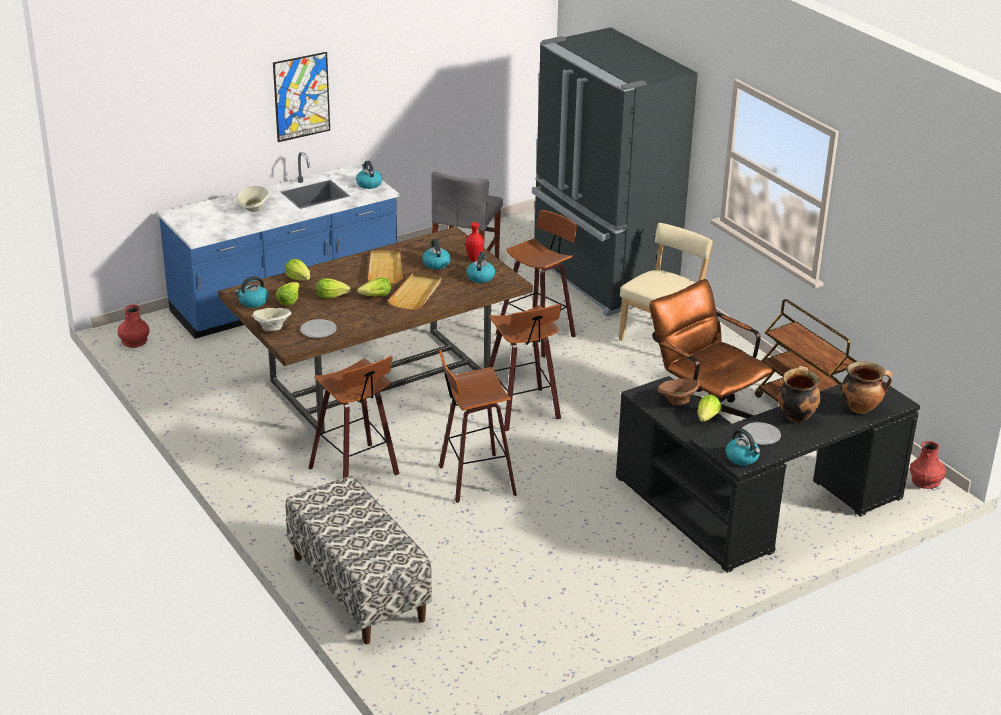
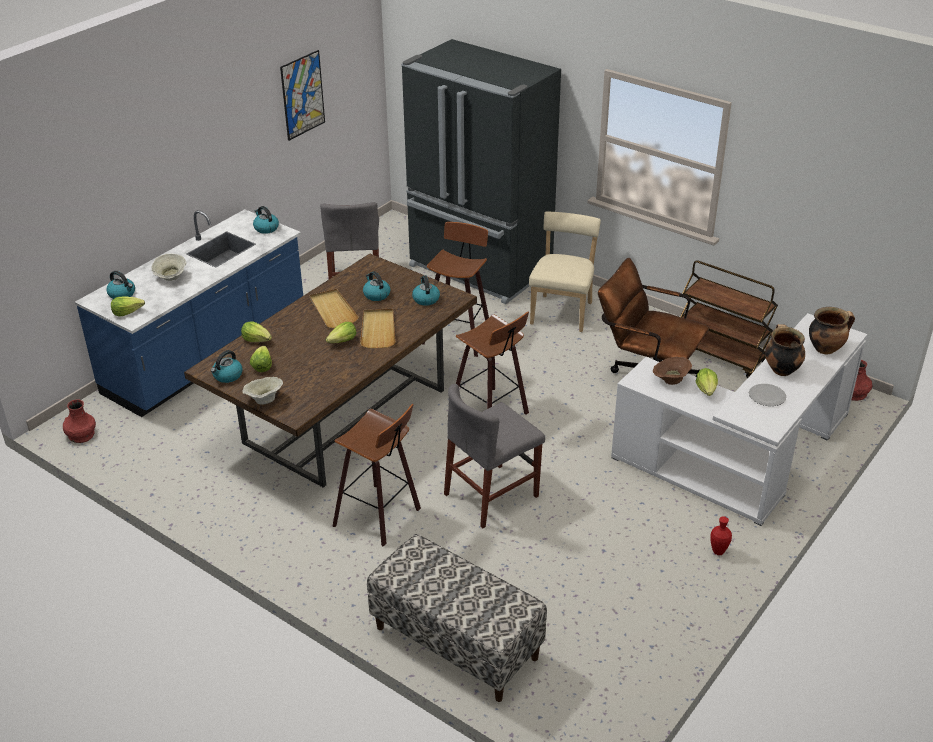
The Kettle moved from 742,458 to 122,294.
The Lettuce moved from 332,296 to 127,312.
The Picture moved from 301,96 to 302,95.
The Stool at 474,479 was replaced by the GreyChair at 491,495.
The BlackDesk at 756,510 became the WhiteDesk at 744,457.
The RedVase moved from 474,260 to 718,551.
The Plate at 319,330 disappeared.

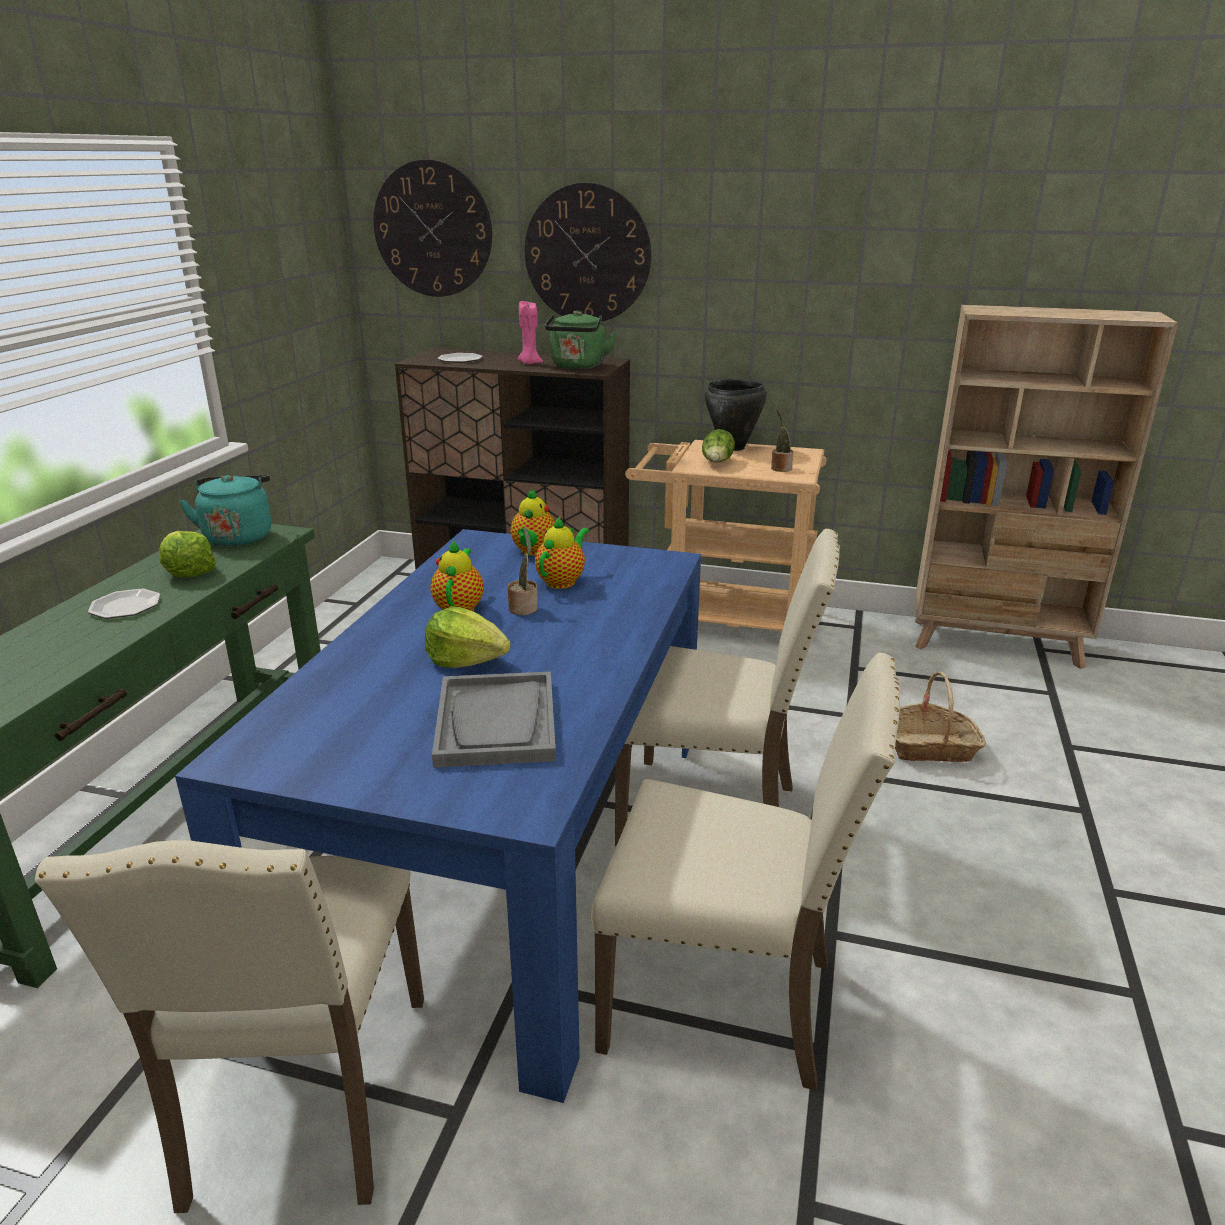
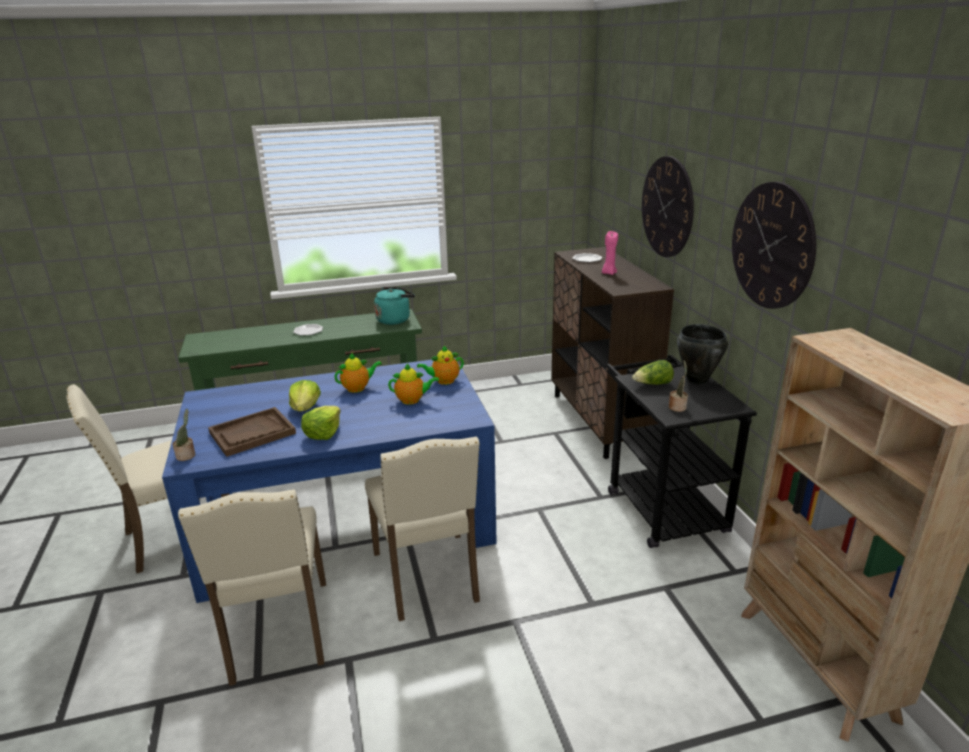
The PottedPlant moved from 524,608 to 187,455.
The GreyTray at 496,722 became the BrownTray at 252,433.
The Lettuce moved from 188,571 to 323,433.
The BeigeCart at 722,620 became the BlackCart at 660,505.
The WallClock moved from 433,229 to 772,246.
The GreenKettle at 578,366 disappeared.
The Basket at 930,747 disappeared.

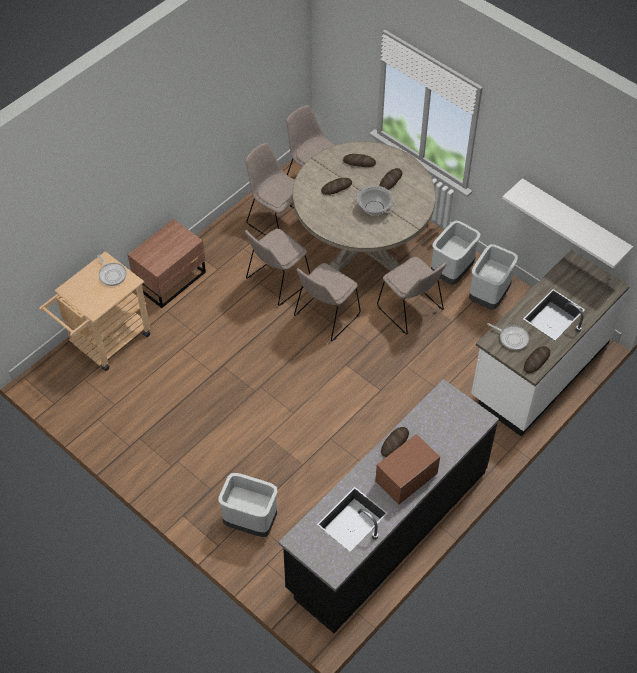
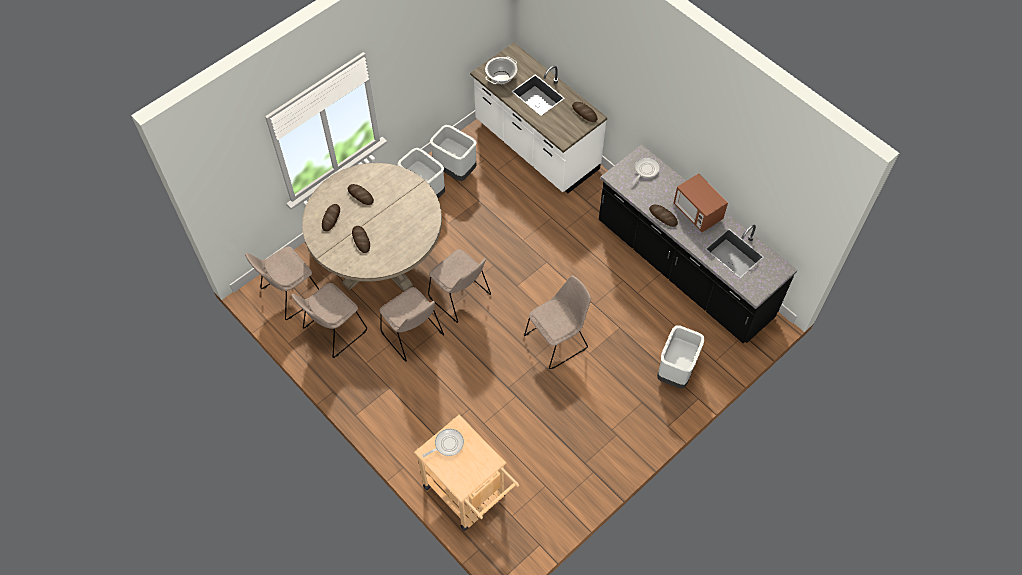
The CookingPot moved from 374,208 to 501,77.
The BeigeChair moved from 411,310 to 557,340.
The FryingPan moved from 512,338 to 645,170.
The BrownNightstand at 171,279 disappeared.
The WhiteShelf at 574,220 disappeared.

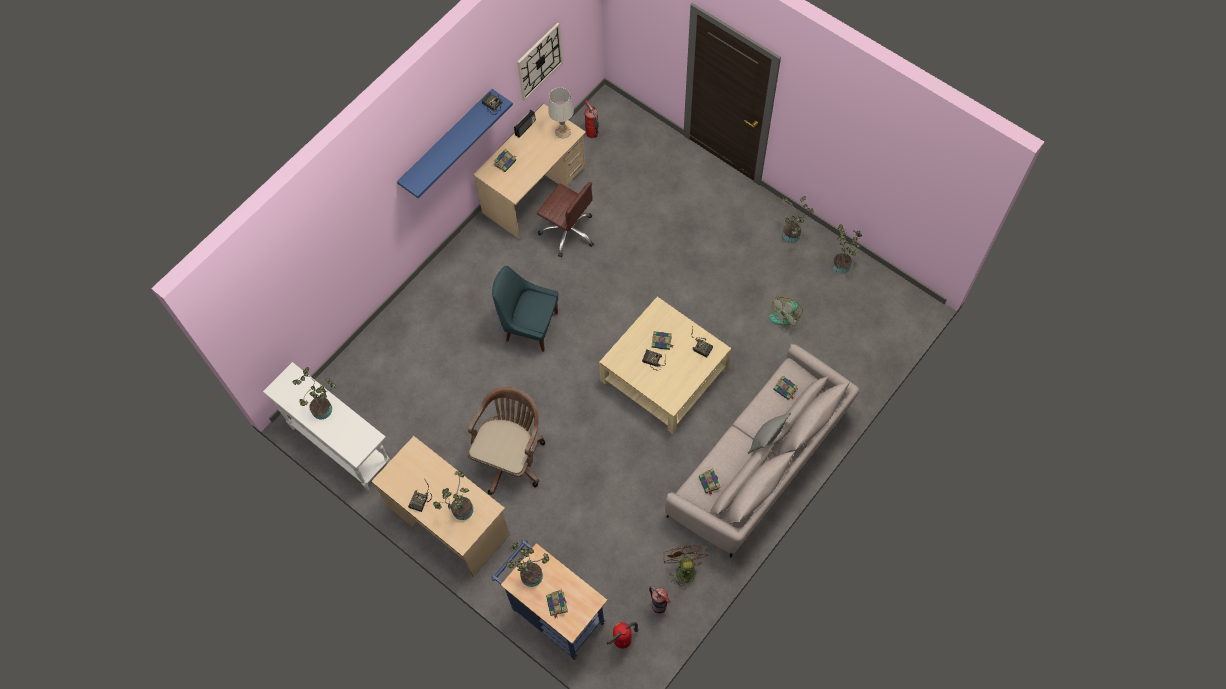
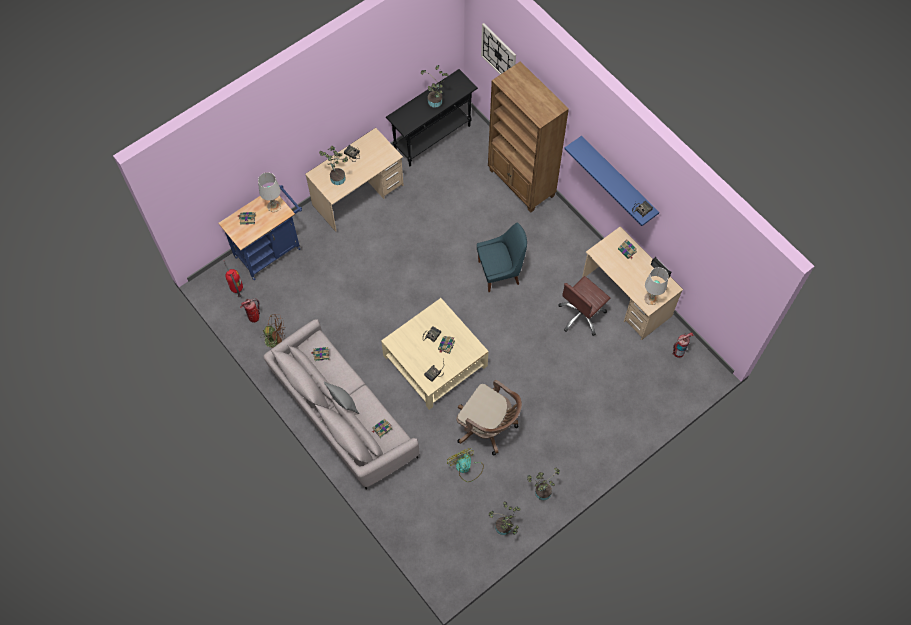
The PottedPlant at 530,574 was replaced by the WhiteTableLamp at 274,206.
The WhiteConsoleTable at 341,446 became the BlackConsoleTable at 433,138.
The BrownOfficeChair moved from 510,456 to 488,427.
The BlueChair at 529,326 turned 45 degrees clockwise.
The WallClock moved from 539,61 to 499,54.
The BrownBookcase at 521,183 appeared.

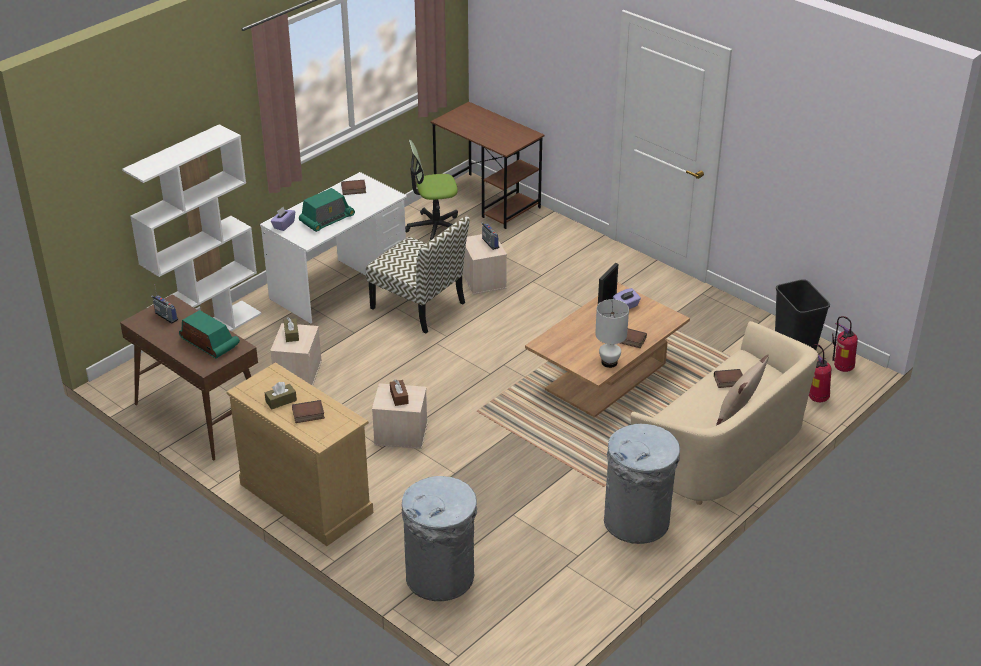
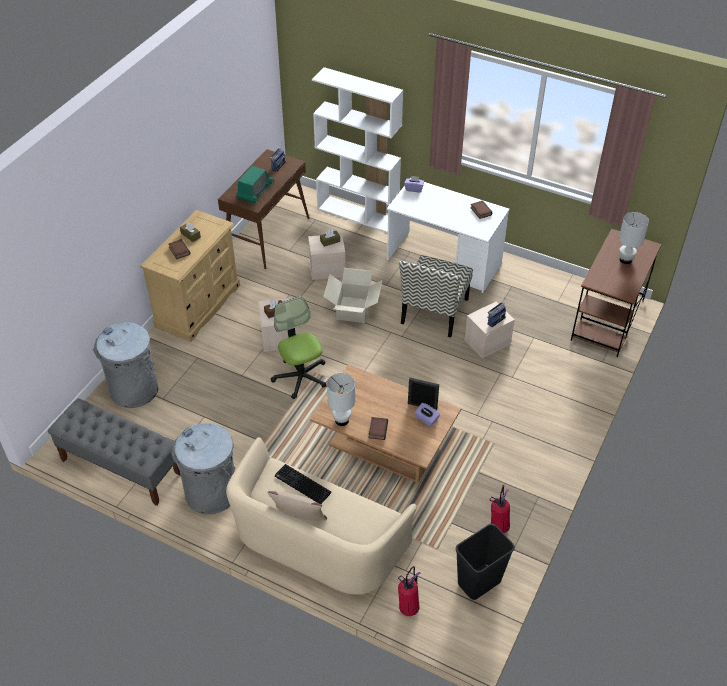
The GreyBench at 121,467 appeared.
The OfficeChair moved from 434,228 to 301,377.
The Keyboard at 301,485 appeared.
The CardboardBox at 353,309 appeared.
The FireExtinguisher moved from 841,368 to 498,526.
The WhiteTableLamp at 625,259 appeared.
The Radio at 327,220 disappeared.
The Book at 728,381 disappeared.

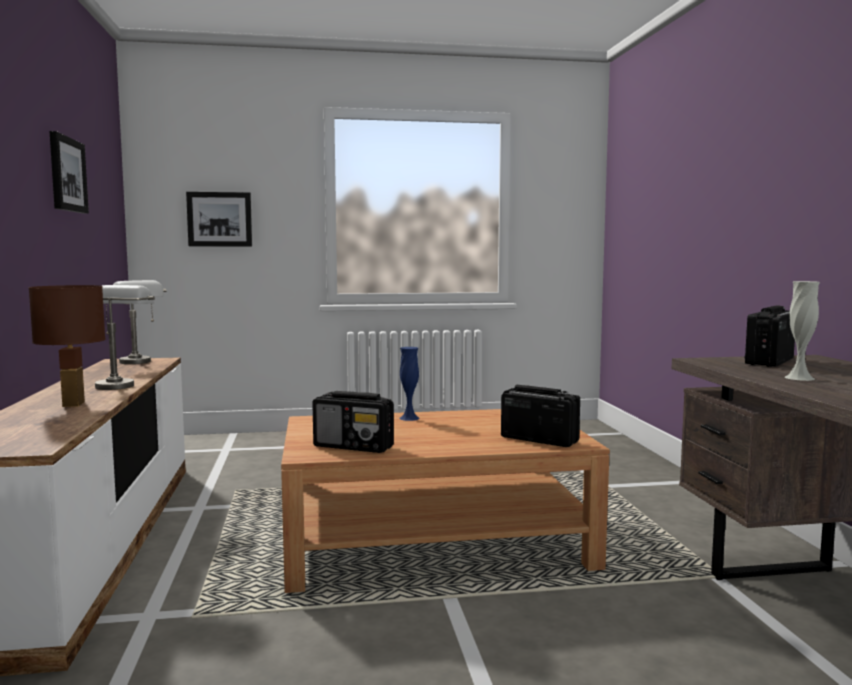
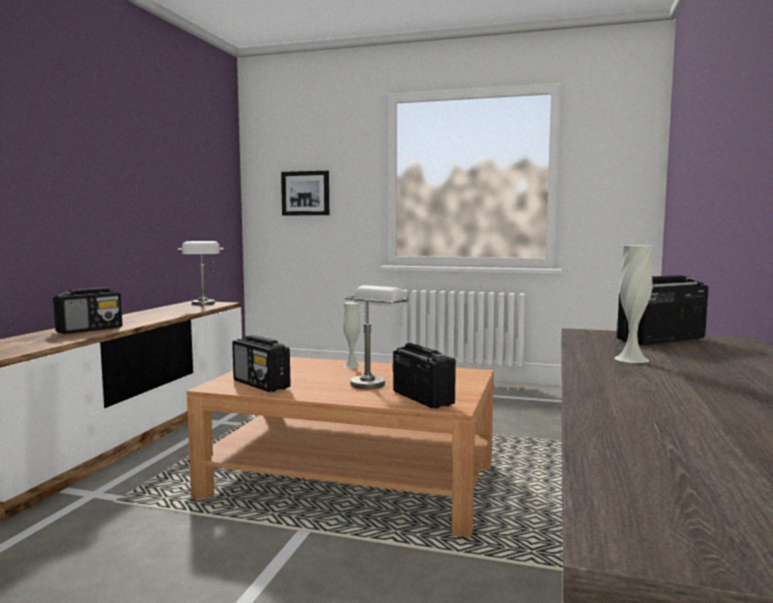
The BrownTableLamp at 73,404 was replaced by the Radio at 90,330.
The BlueVase at 409,418 became the WhiteVase at 352,366.
The GreyTableLamp moved from 121,384 to 374,382.
The Picture at 67,174 disappeared.

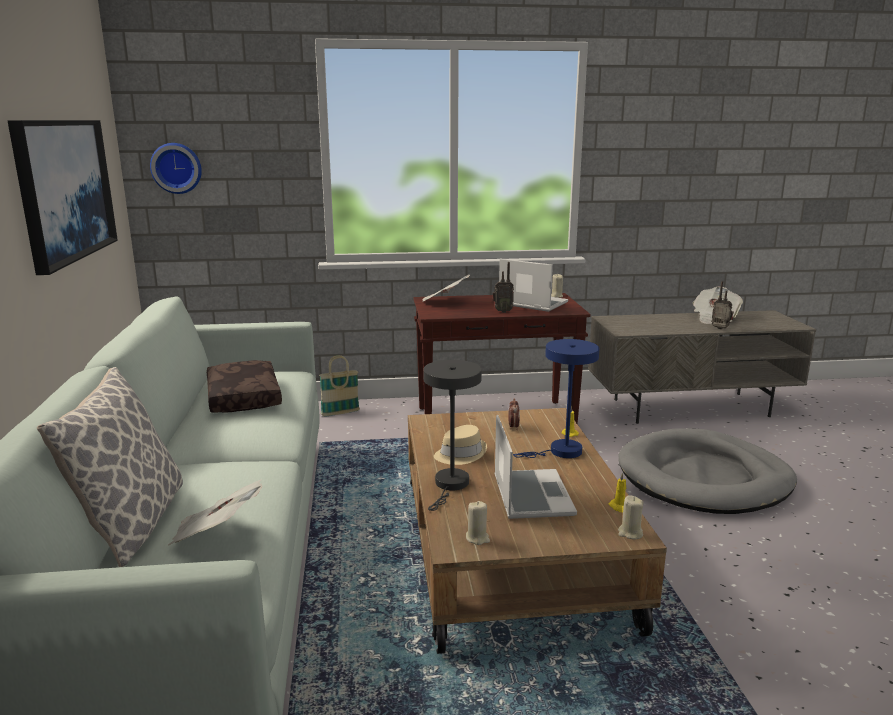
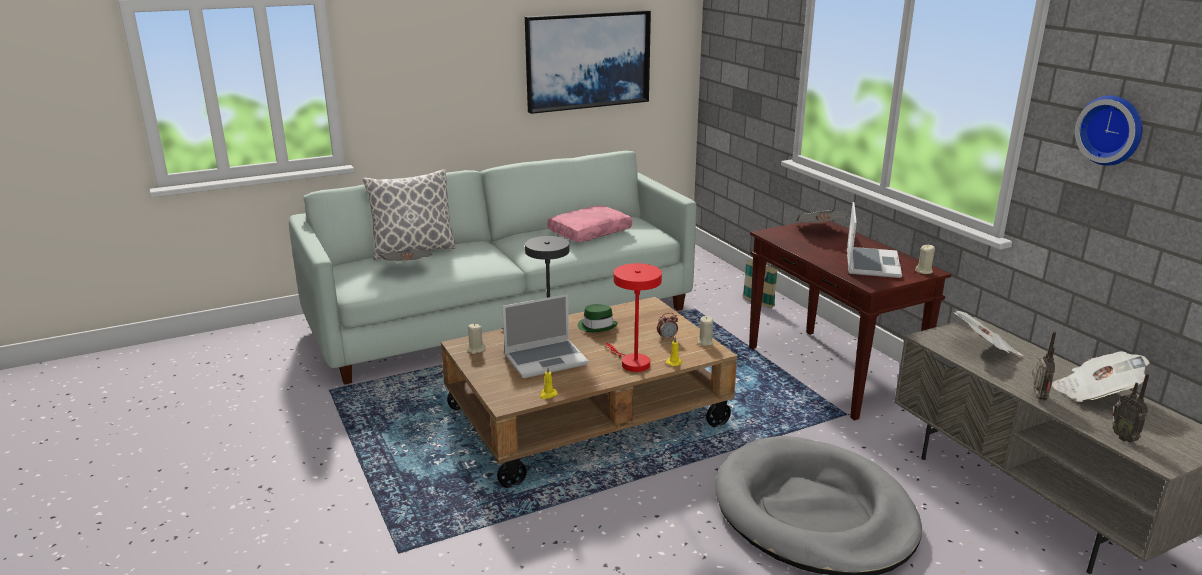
The BrownPillow at 242,397 became the PinkPillow at 589,232.
The BeigeHat at 460,454 became the GreenHat at 597,326.
The BlueTableLamp at 560,452 became the RedTableLamp at 632,363.
The BeigeCandle moved from 630,533 to 705,342.
The Newspaper at 984,350 appeared.
The WallClock moved from 177,168 to 1112,130.
The Radio moved from 502,311 to 1125,438.

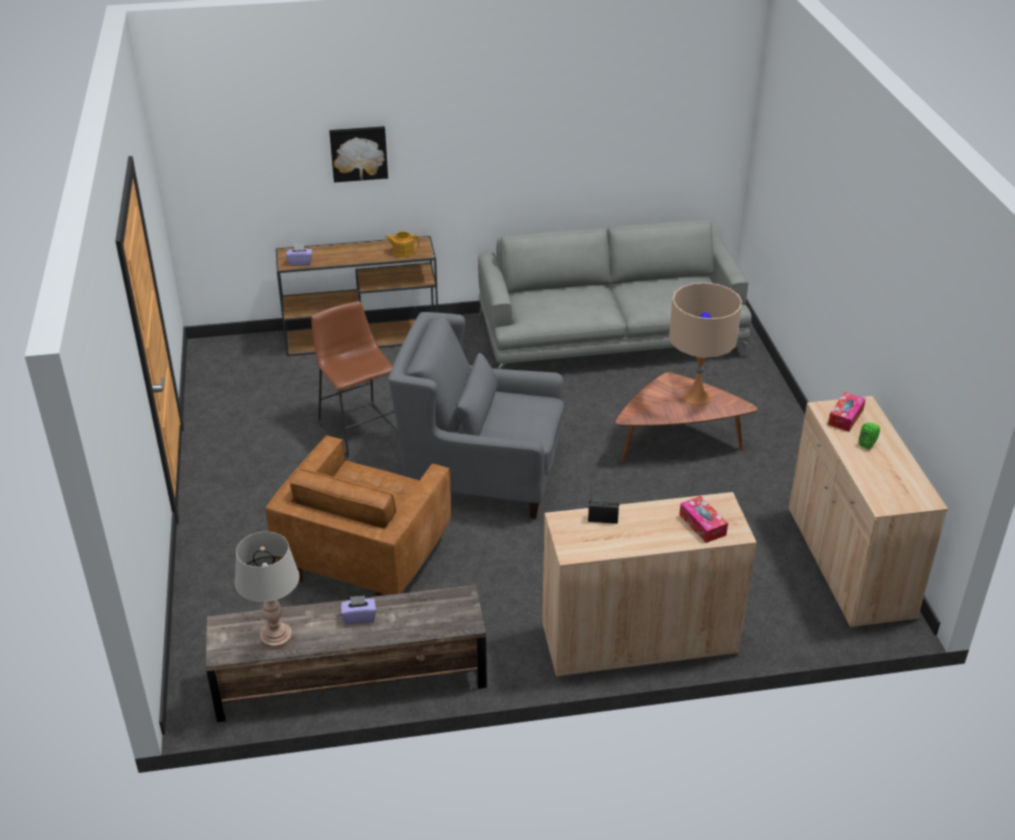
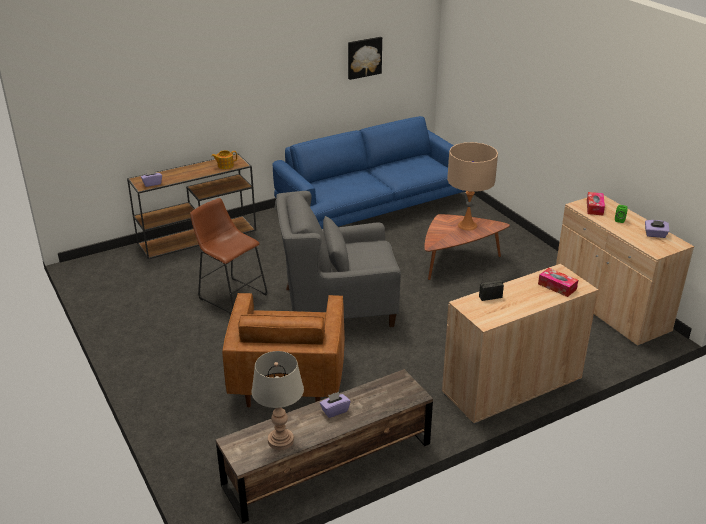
The GreySofa at 610,335 became the BlueSofa at 371,205.
The Picture moved from 358,153 to 364,57.
The PurpleTissueBox at 655,235 appeared.

